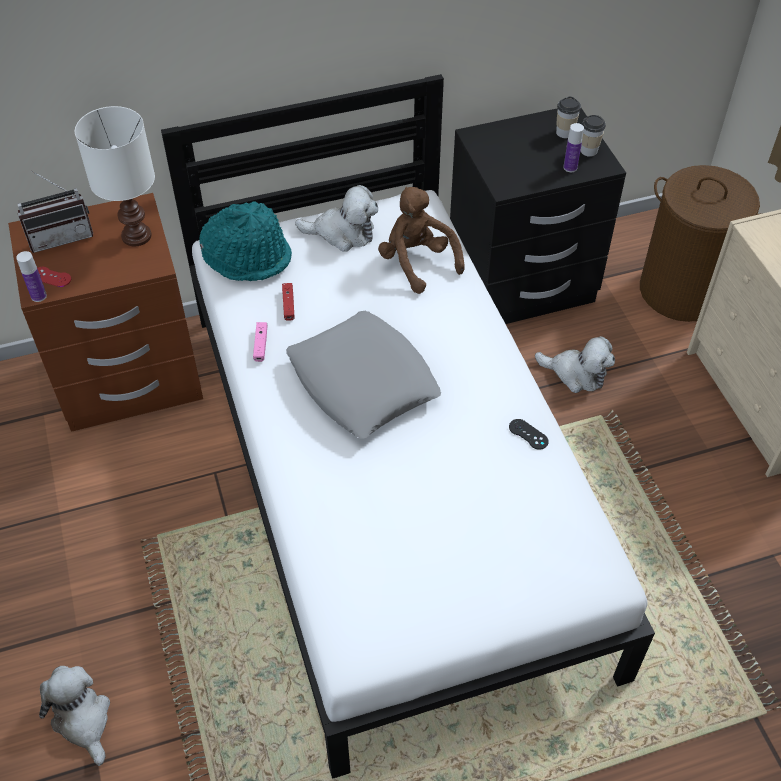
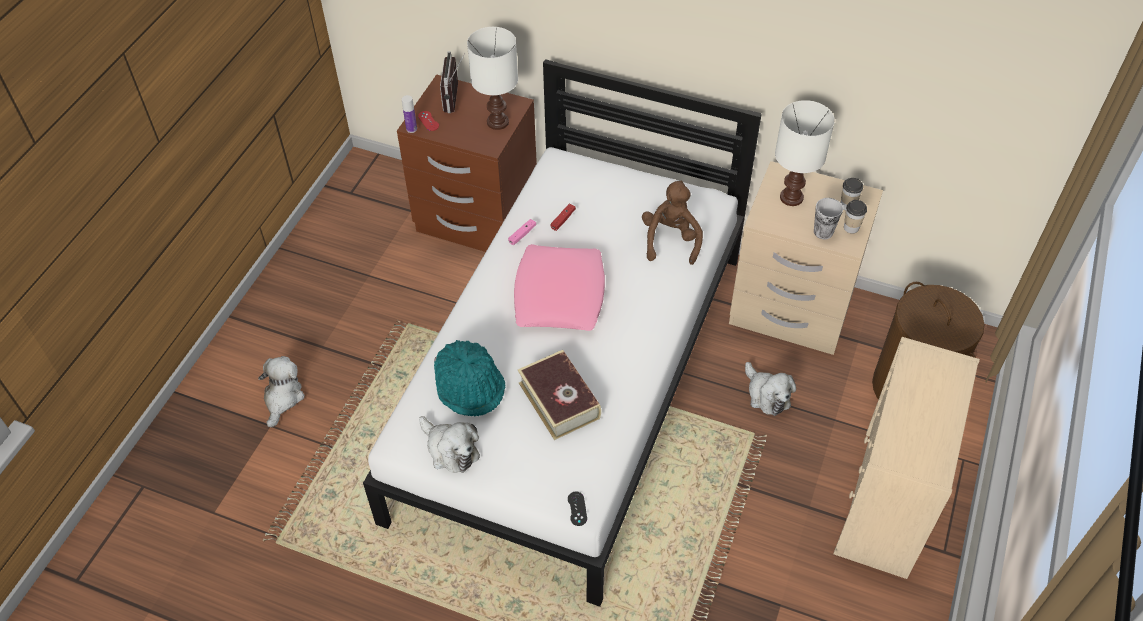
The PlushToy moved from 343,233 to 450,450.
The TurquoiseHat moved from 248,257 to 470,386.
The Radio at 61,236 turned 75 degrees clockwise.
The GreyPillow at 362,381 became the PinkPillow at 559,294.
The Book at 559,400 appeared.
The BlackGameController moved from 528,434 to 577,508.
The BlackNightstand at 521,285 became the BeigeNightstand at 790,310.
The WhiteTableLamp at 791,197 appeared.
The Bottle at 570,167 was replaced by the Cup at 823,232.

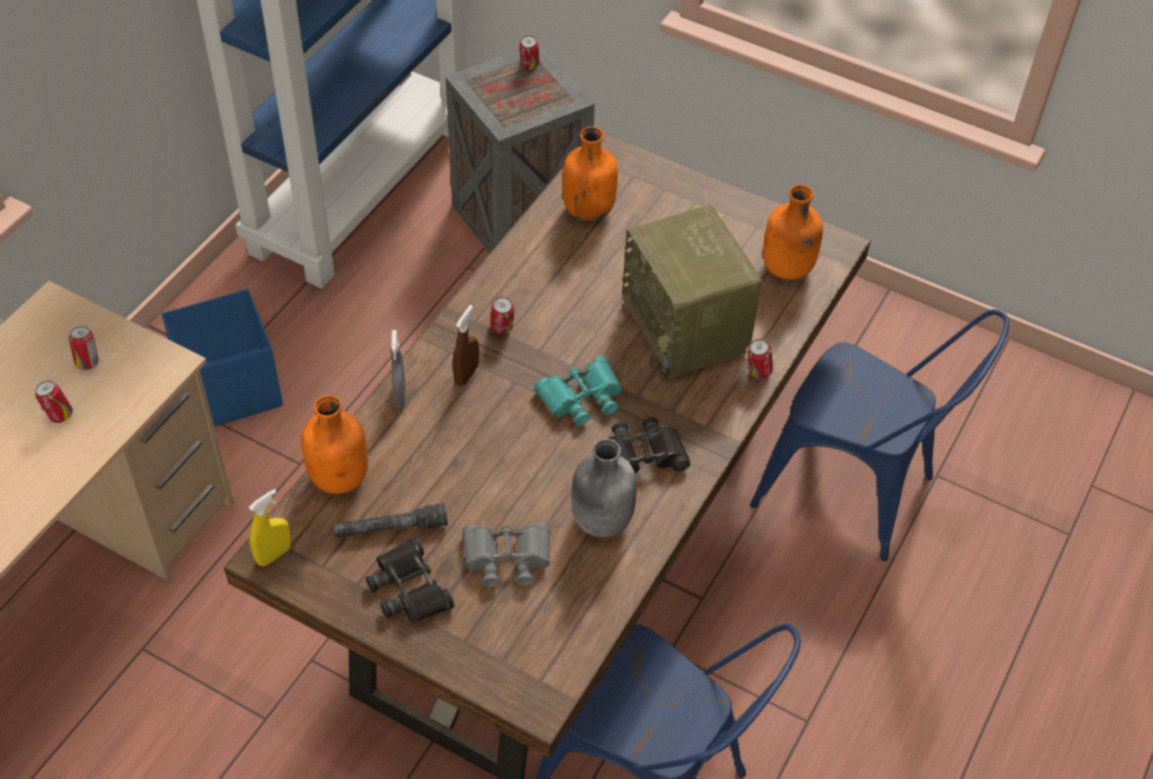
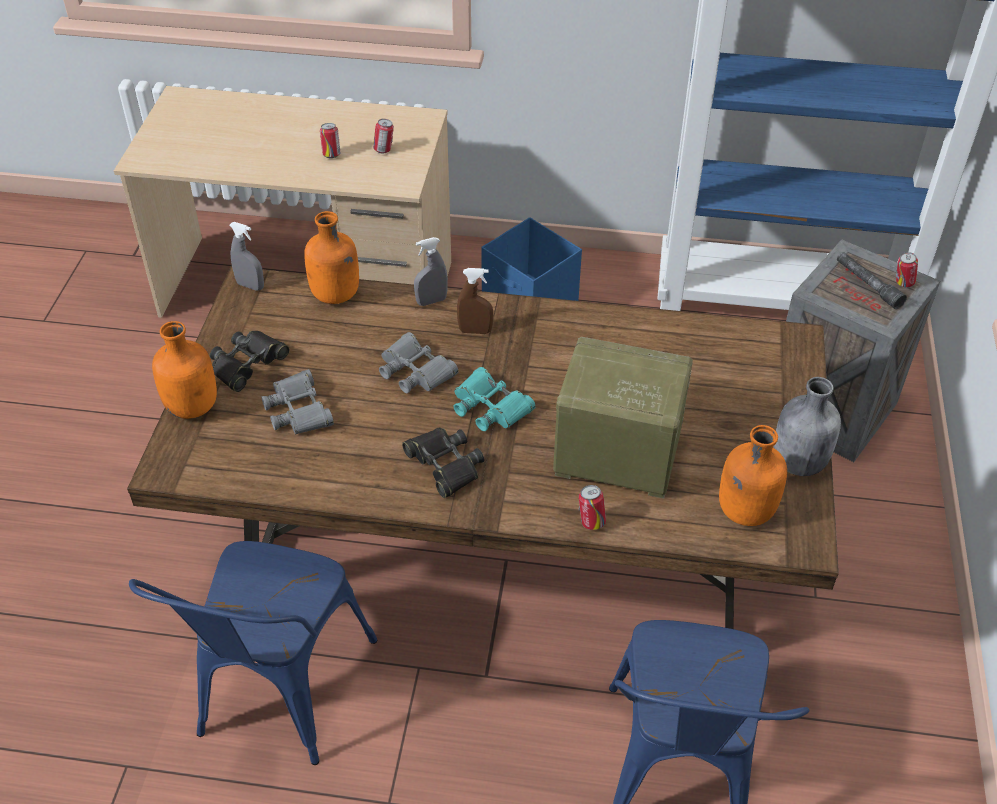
The OrangeBottle moved from 588,209 to 193,406.
The YellowSprayBottle at 274,555 became the GreySprayBottle at 250,286.
The GreyBinoculars at 415,370 appeared.
The Radio at 687,328 turned 60 degrees clockwise.
The GreyBottle moved from 600,520 to 797,462.
The GreyFlashlight moved from 391,528 to 867,285.
The Can at 502,329 disappeared.

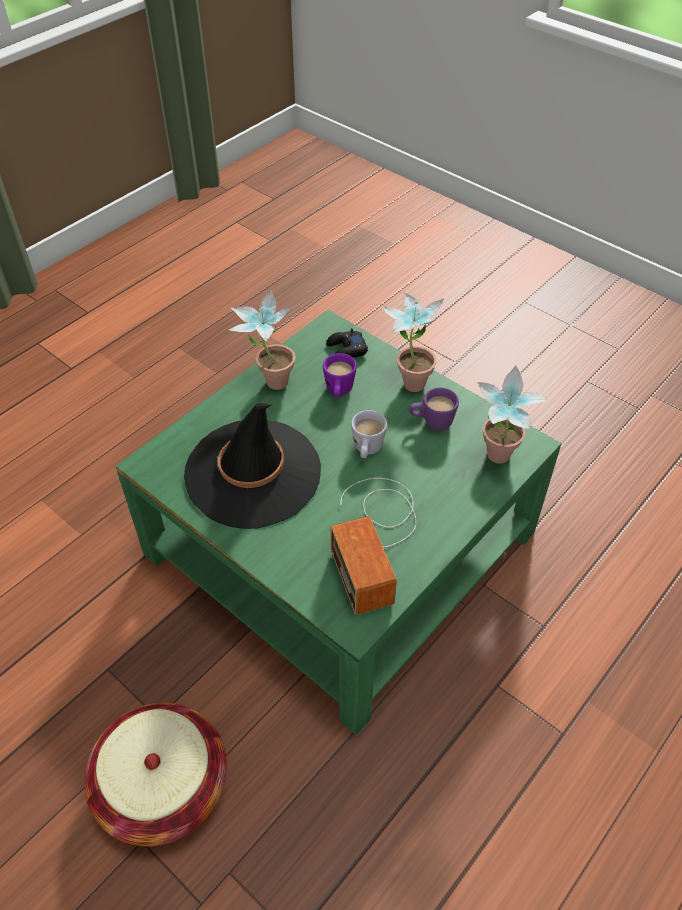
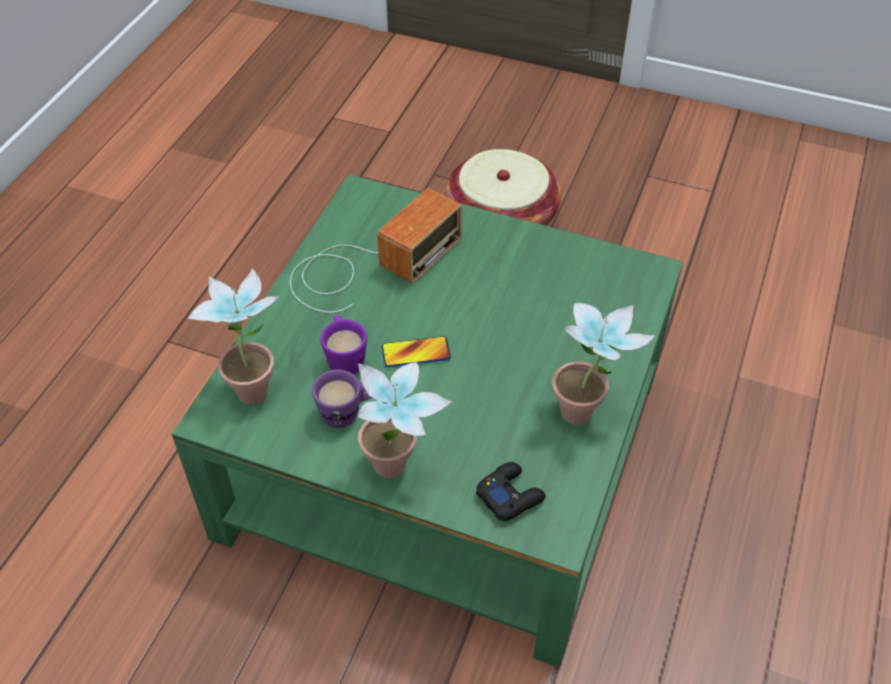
The Radio at 375,537 turned 75 degrees clockwise.
The PurpleMug moved from 339,392 to 345,358.
The WhiteMug at 367,451 was replaced by the Phone at 416,353.
The BlackHat at 253,473 disappeared.

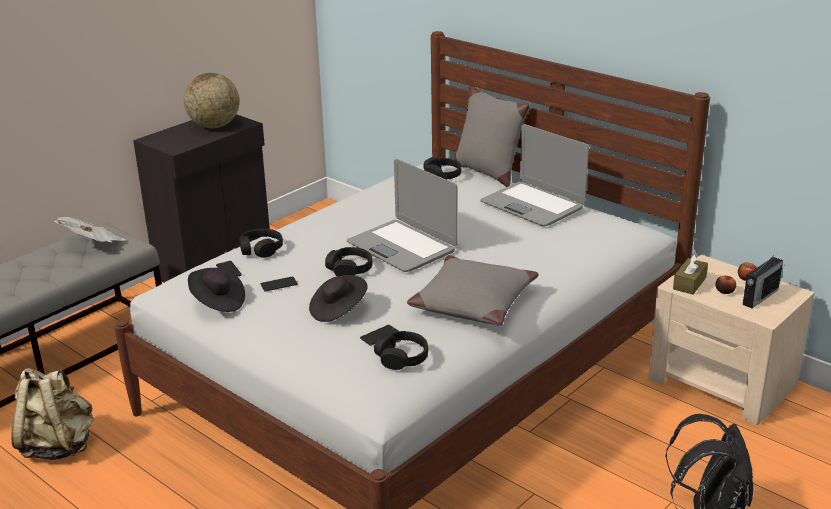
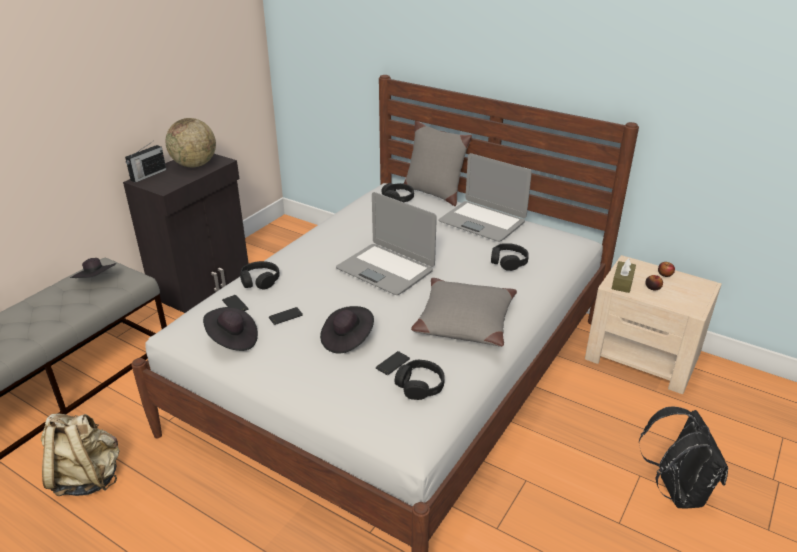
The Newspaper at 93,245 was replaced by the BlackHat at 97,281.
The Radio moved from 759,297 to 148,175.
The BlackHeadphones moved from 349,269 to 508,262.

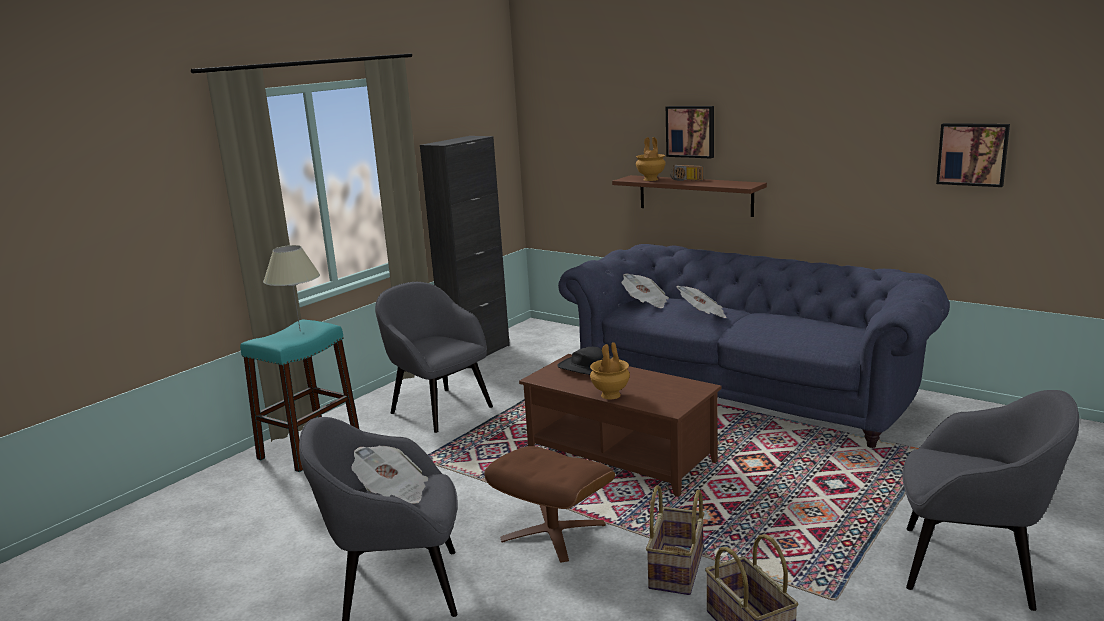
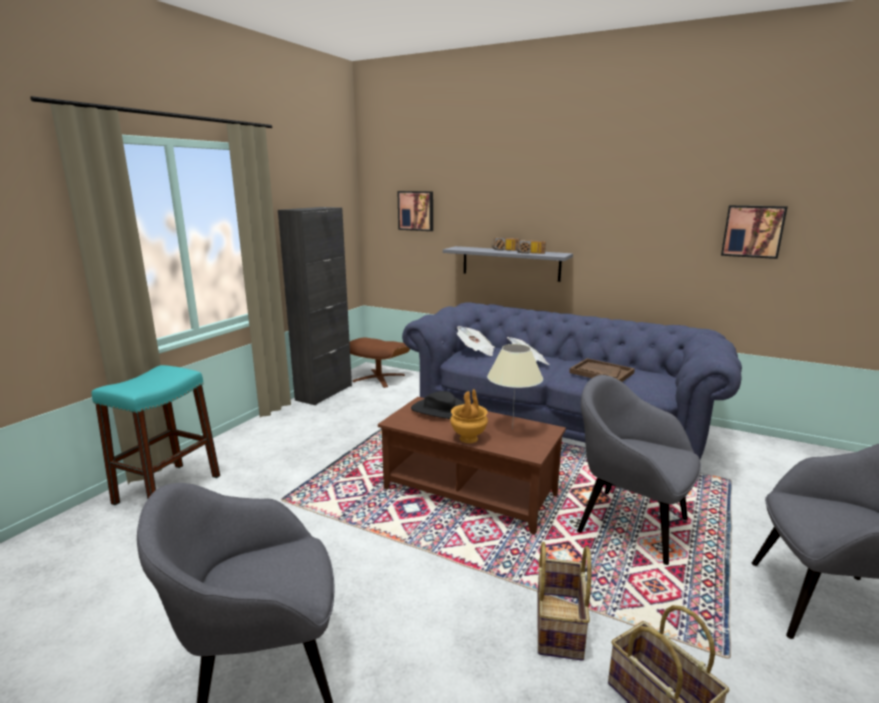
The BrownOttoman moved from 552,532 to 378,378.
The Picture moved from 691,131 to 416,210.
The BrownShelf at 695,195 became the GreyShelf at 510,263.
The BeigeTableLamp moved from 300,331 to 512,429.
The Radio at 529,253 appeared.
The BrownTray at 601,373 appeared.
The GreyArmchair moved from 439,409 to 629,524.
The Newspaper at 393,492 disappeared.
The BrownVase at 651,179 disappeared.

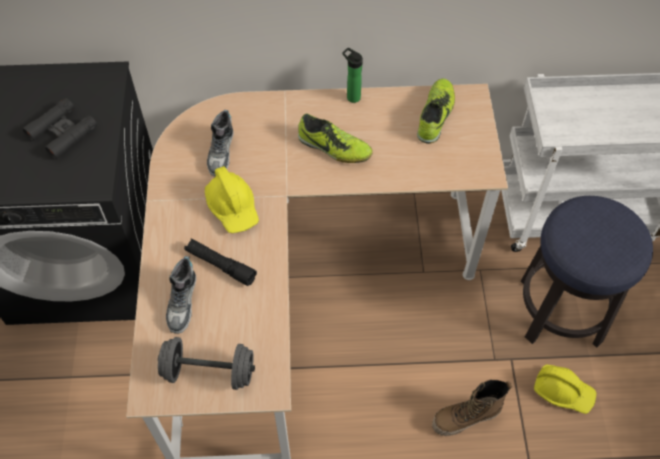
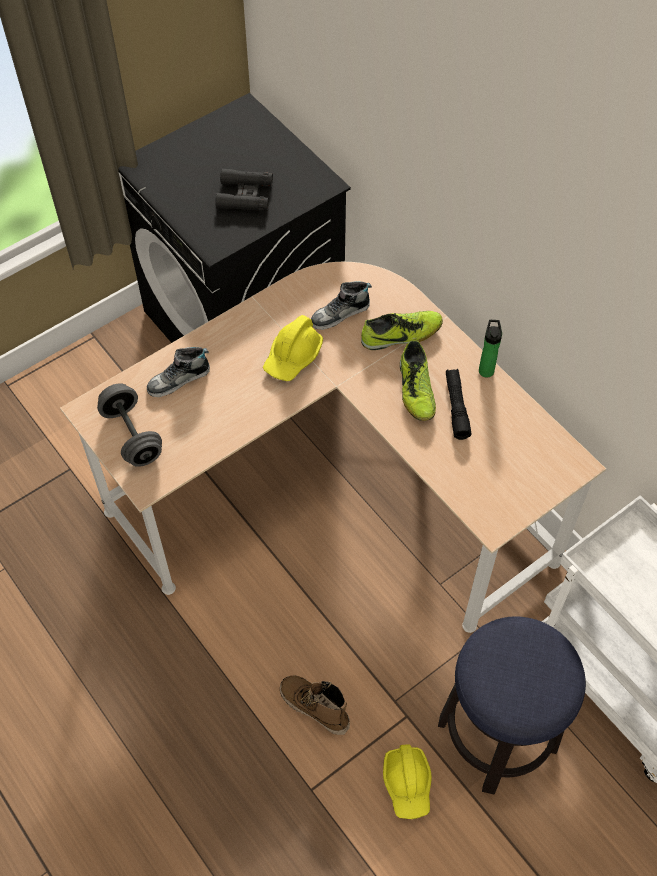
The Shoe moved from 435,115 to 401,335.
The BlackFlashlight moved from 220,265 to 456,407.

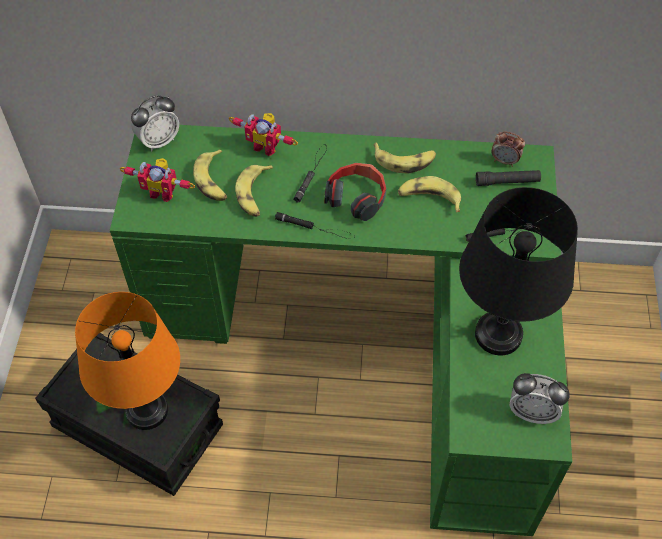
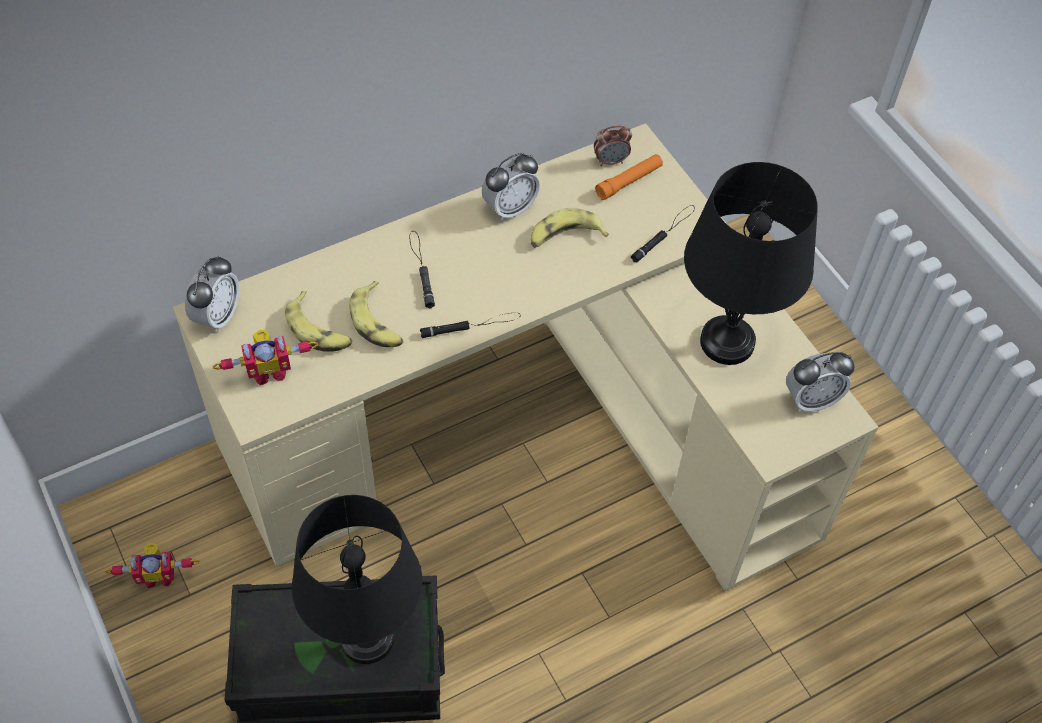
The ToyRobot moved from 266,146 to 158,575.
The GreenDesk at 373,338 became the BeigeDesk at 529,430.
The OrangeTableLamp at 147,410 became the BlackTableLamp at 367,638.
The Banana at 404,161 was replaced by the AlarmClock at 510,208.
The BlackFlashlight at 507,182 became the OrangeFlashlight at 629,181.
The Headphones at 357,197 disappeared.

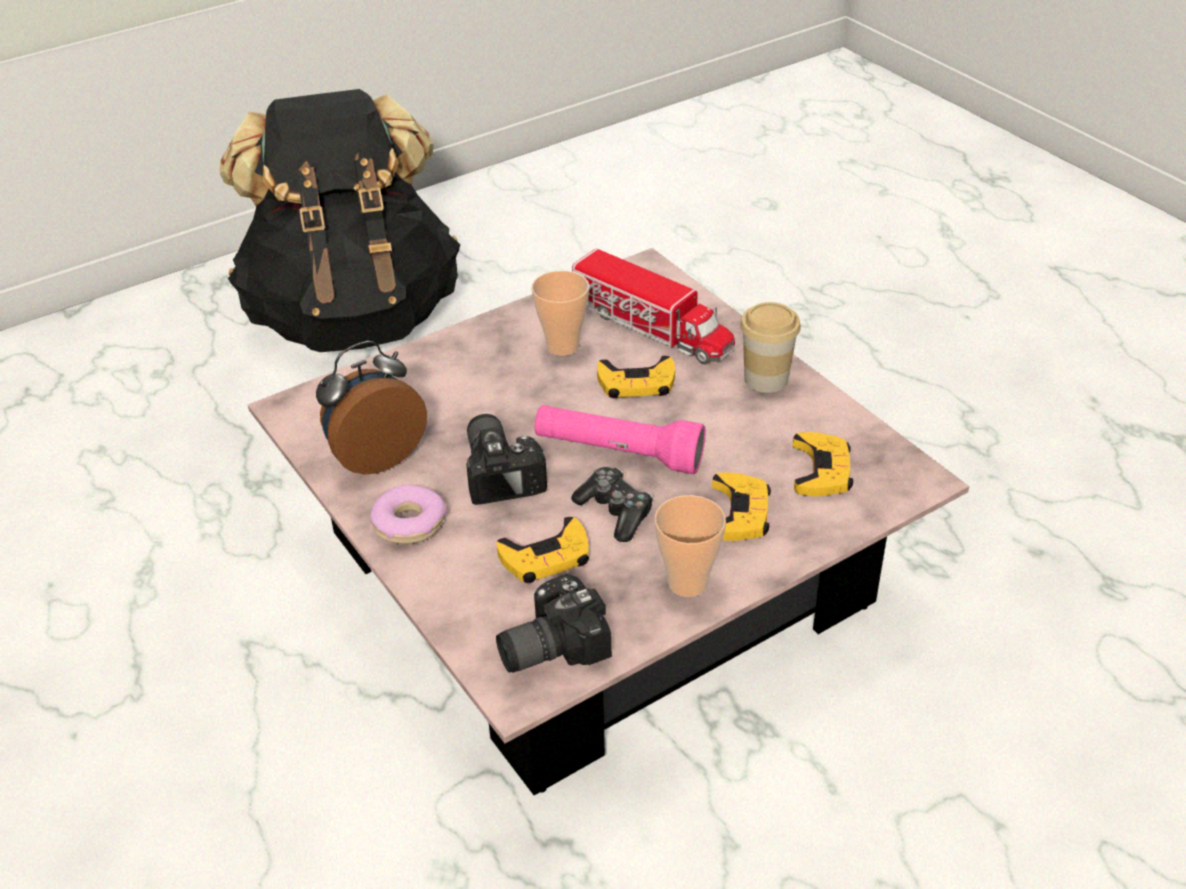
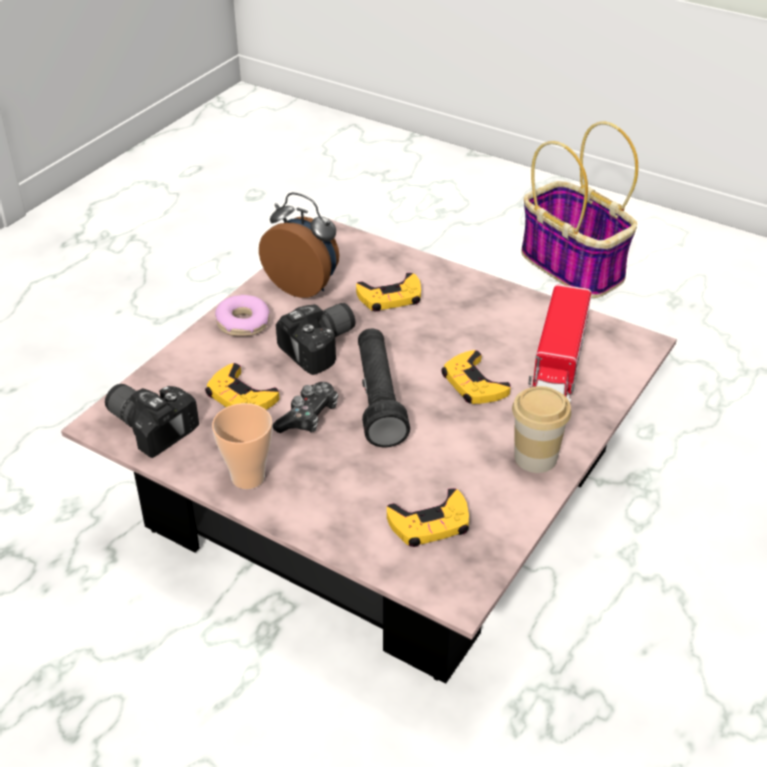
The YellowGameController moved from 739,513 to 390,298.
The PinkFlashlight at 618,453 became the BlackFlashlight at 378,399.
The BlackBackpack at 355,316 was replaced by the Basket at 574,267.
The Cup at 562,346 disappeared.

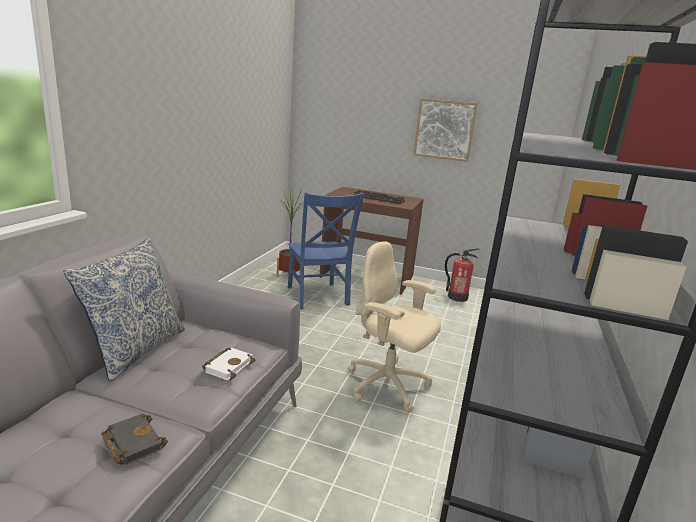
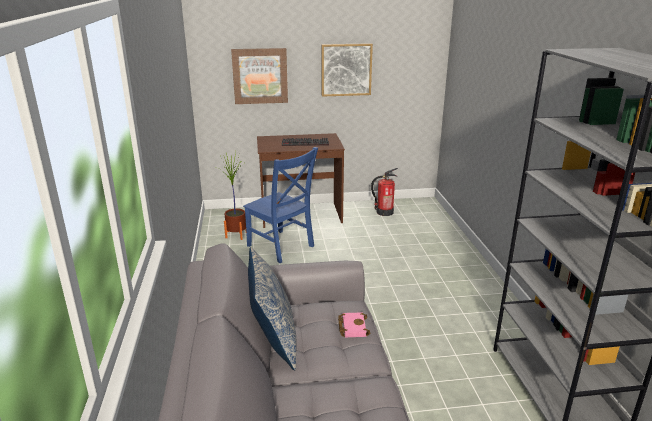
The Picture at 260,76 appeared.
The WhiteBook at 228,366 became the PinkBook at 352,327.
The BlackBook at 131,442 disappeared.
The BeigeOfficeChair at 388,386 disappeared.

